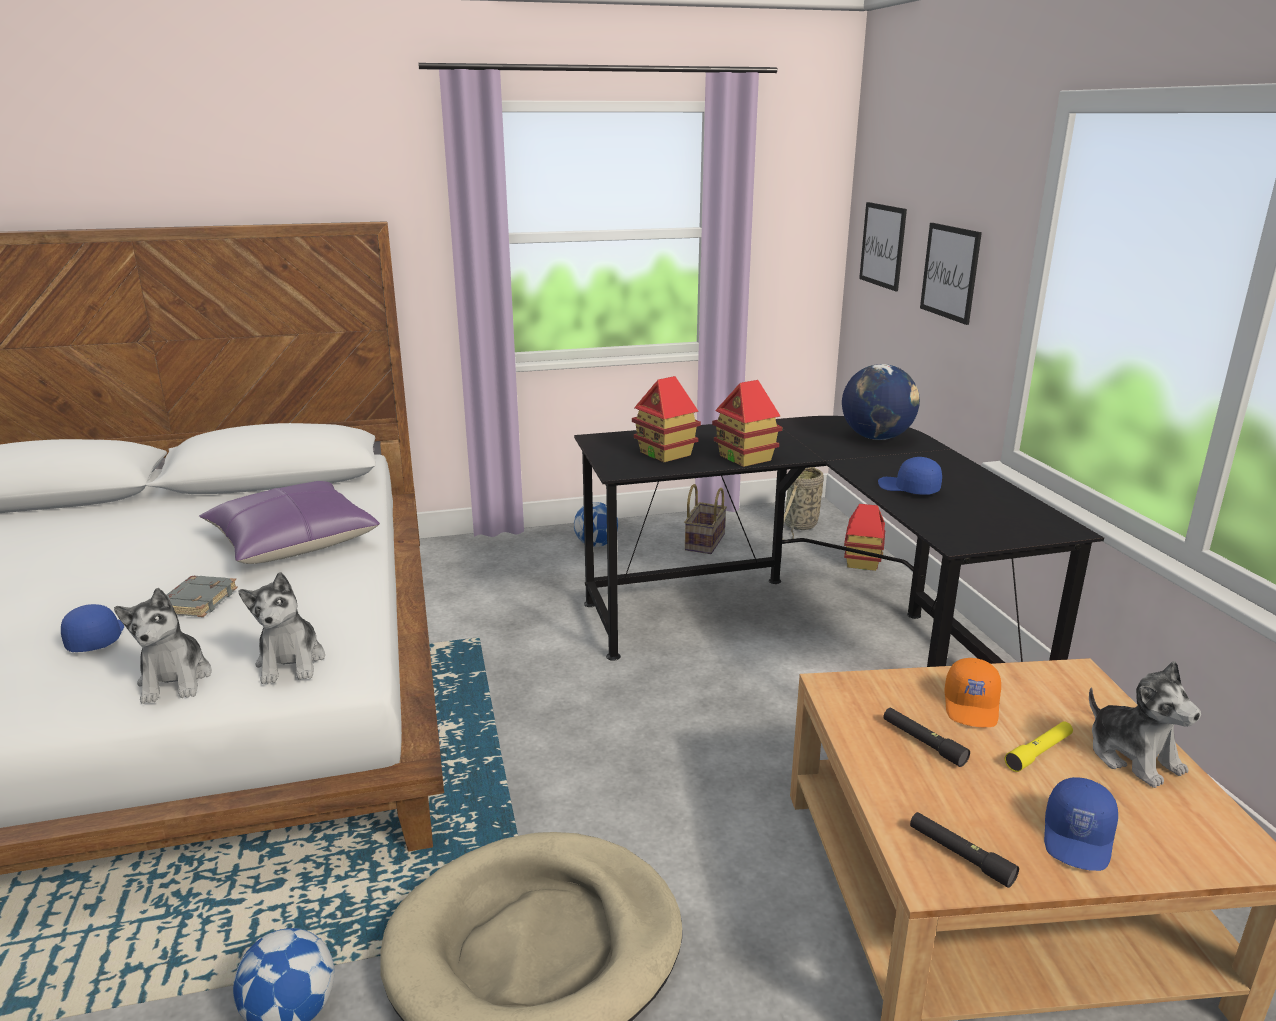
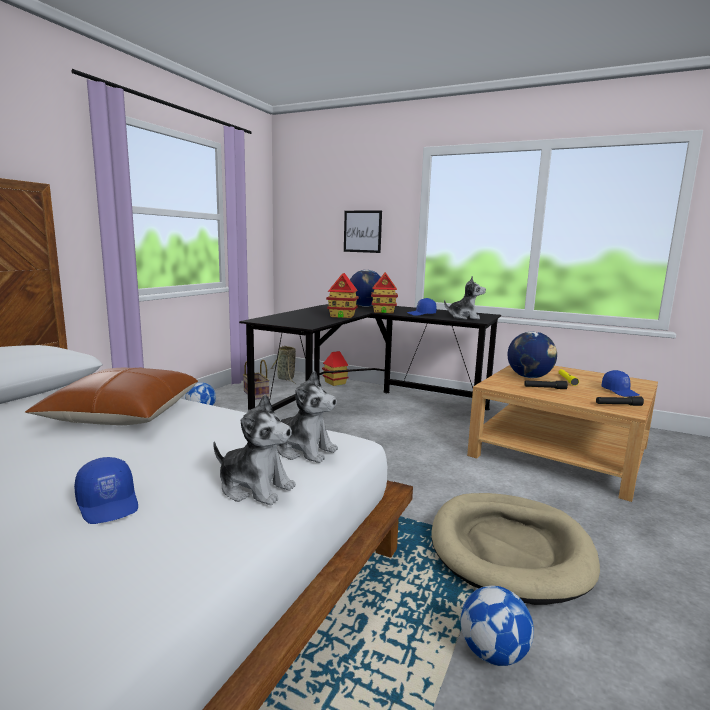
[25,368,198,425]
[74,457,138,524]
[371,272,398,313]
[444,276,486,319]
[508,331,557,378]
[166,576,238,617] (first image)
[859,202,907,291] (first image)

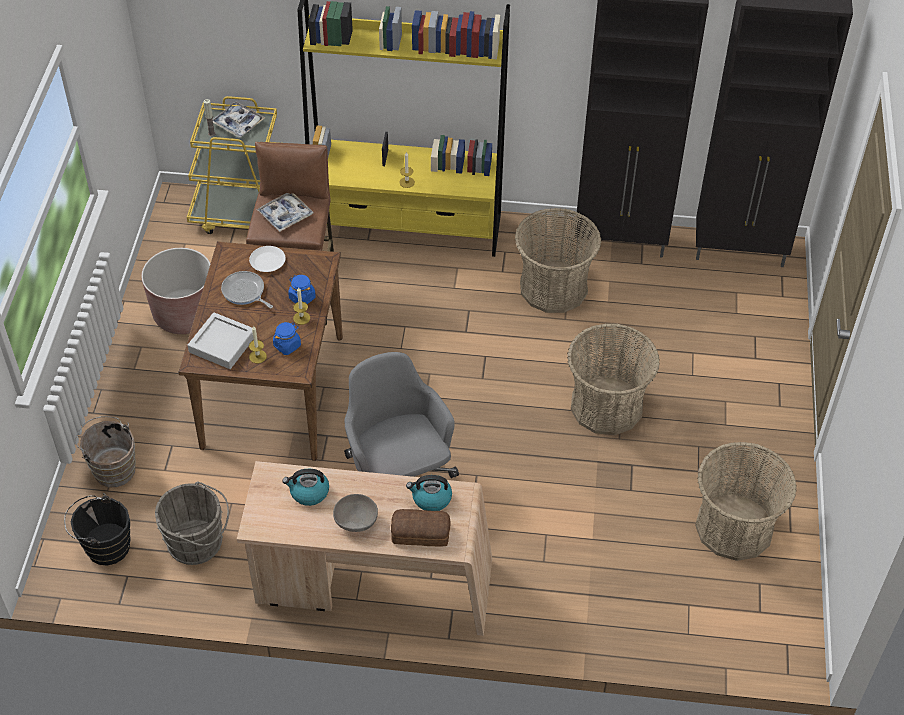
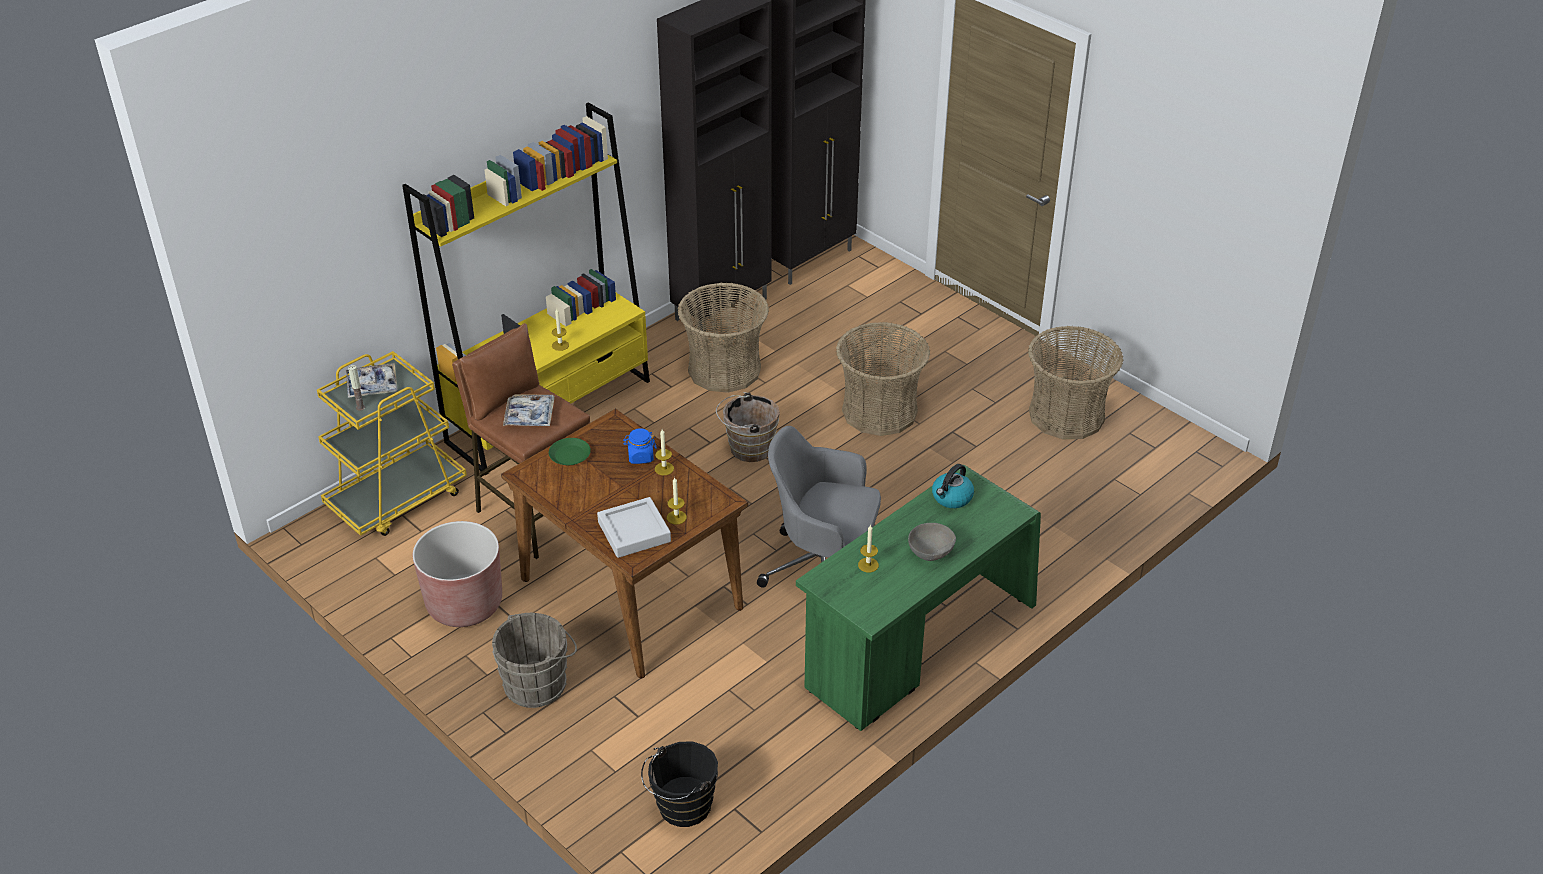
[492,613,577,708]
[549,438,591,465]
[716,392,780,462]
[796,465,1041,731]
[858,524,879,573]
[221,271,273,308] (first image)
[273,322,301,355] (first image)
[391,509,451,546] (first image)

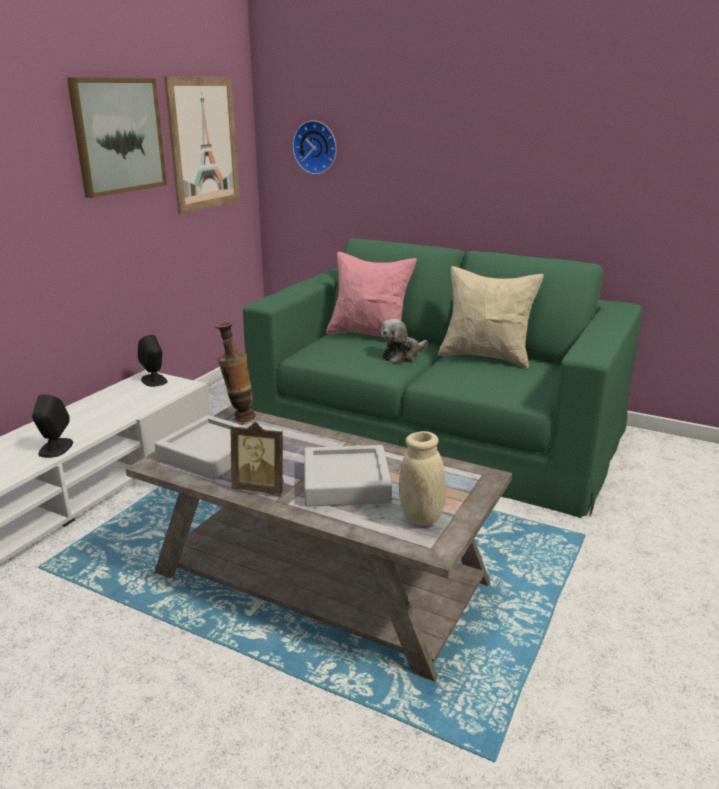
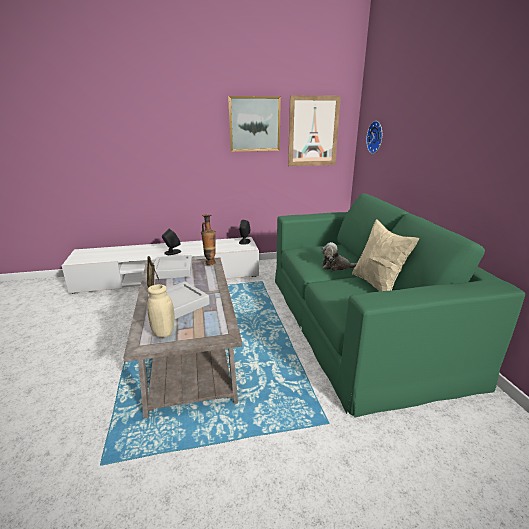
[326,251,417,337] (first image)

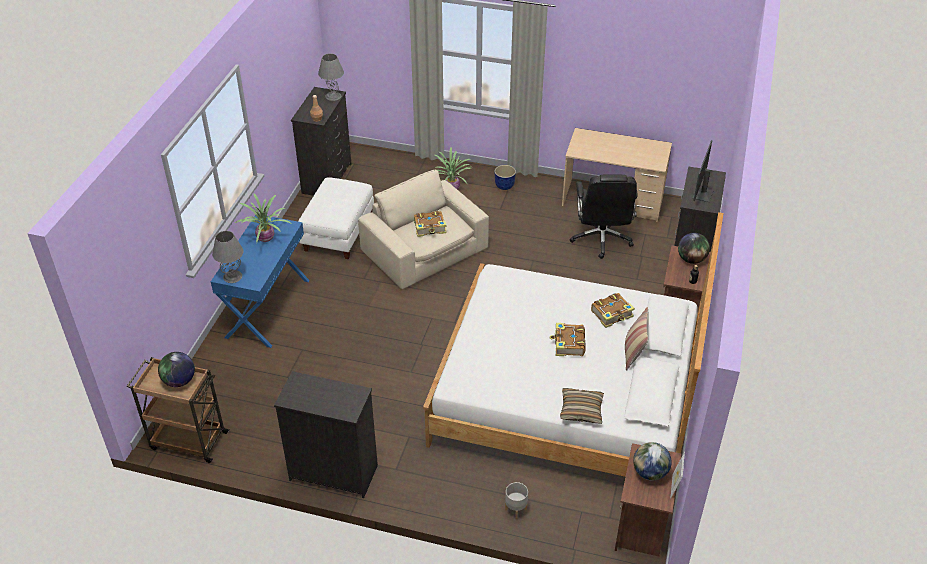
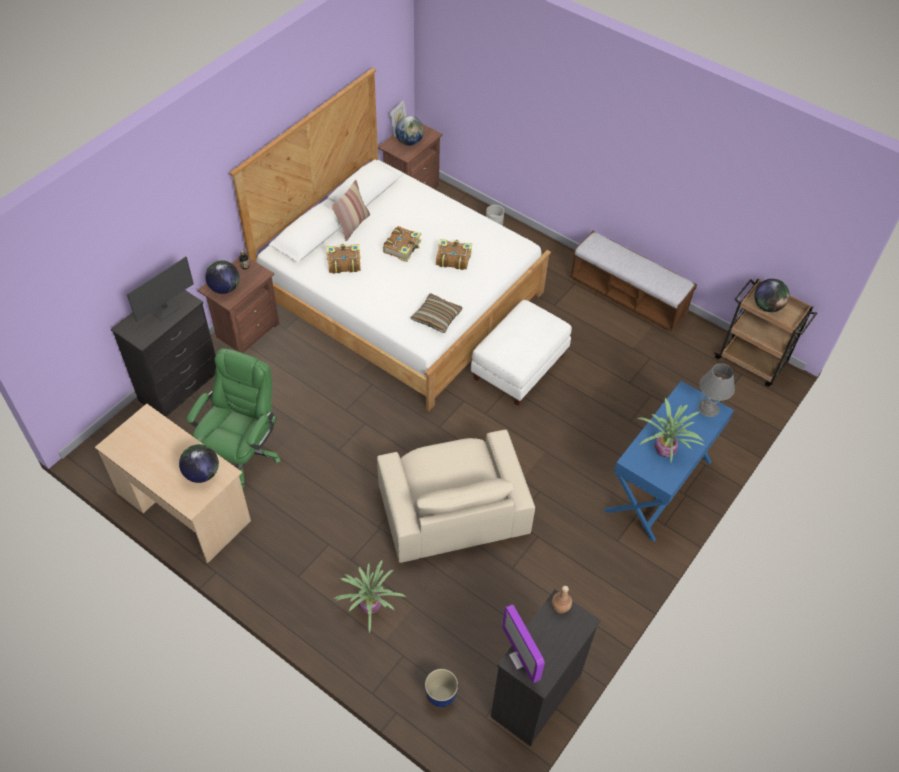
[179,444,219,483]
[186,348,281,489]
[411,293,463,333]
[425,669,458,707]
[436,239,472,270]
[471,300,572,405]
[502,604,545,683]
[570,231,697,331]

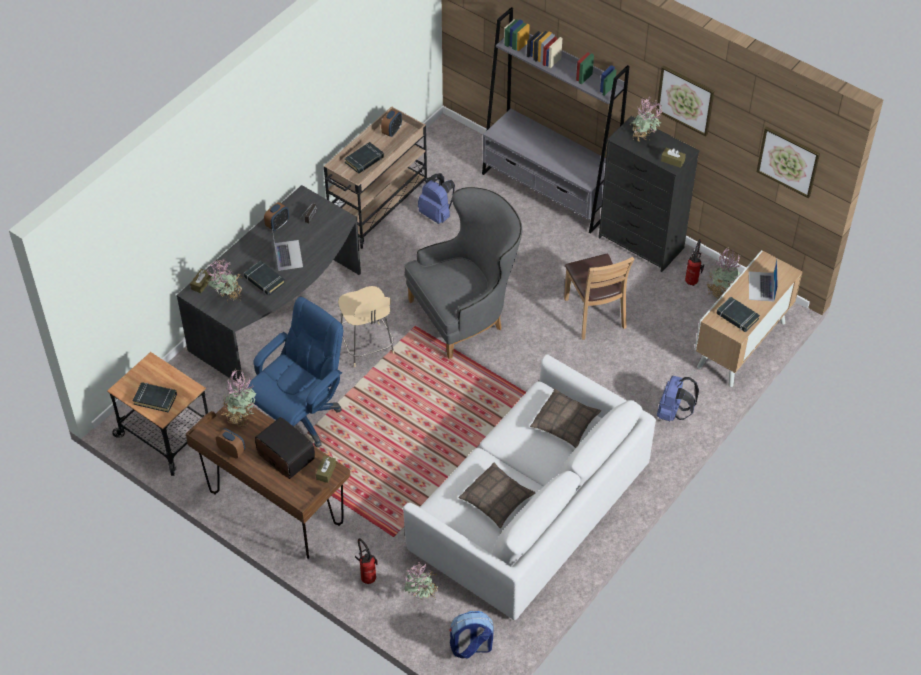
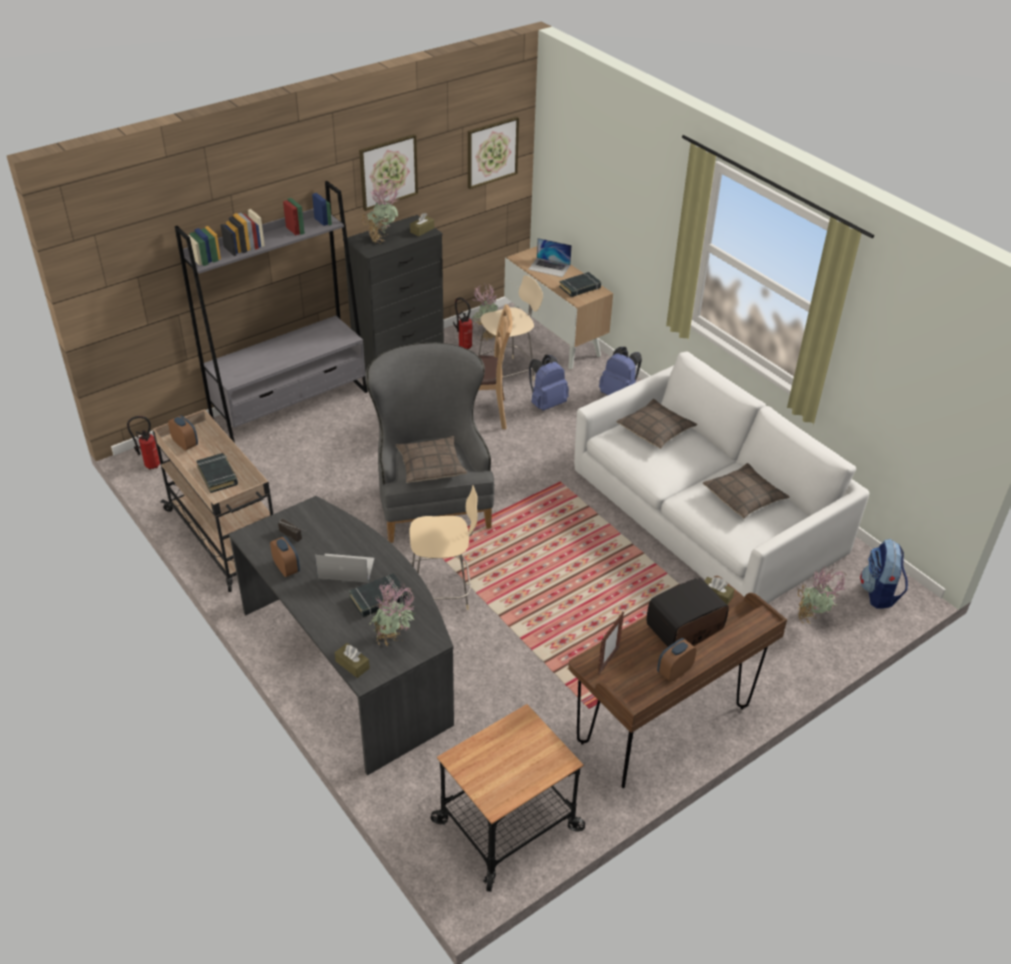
[127,416,160,470]
[396,436,467,483]
[478,275,543,381]
[529,354,569,411]
[598,612,624,675]
[133,382,177,413] (first image)
[247,297,343,448] (first image)

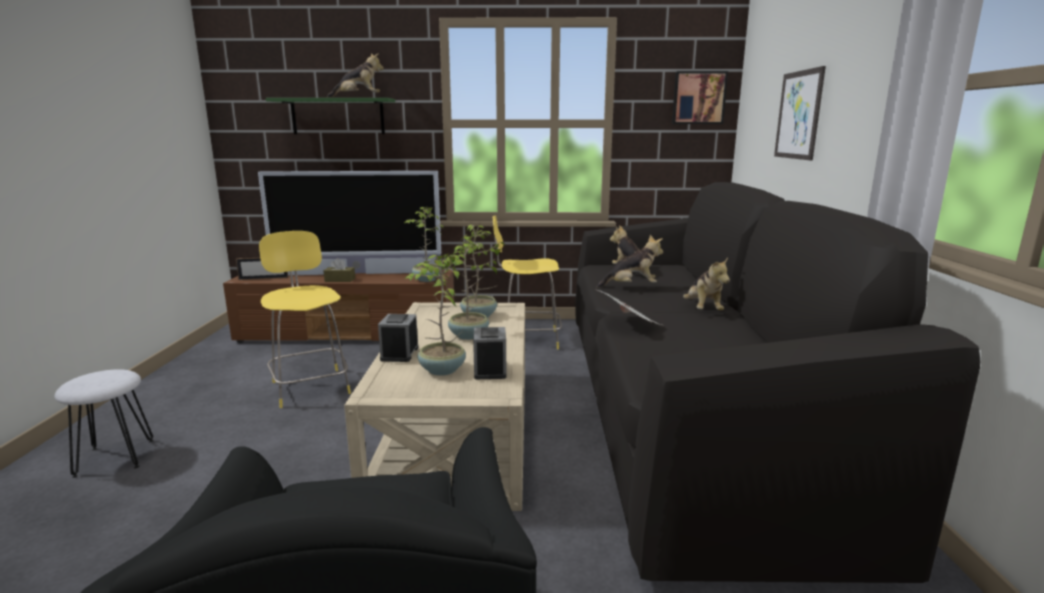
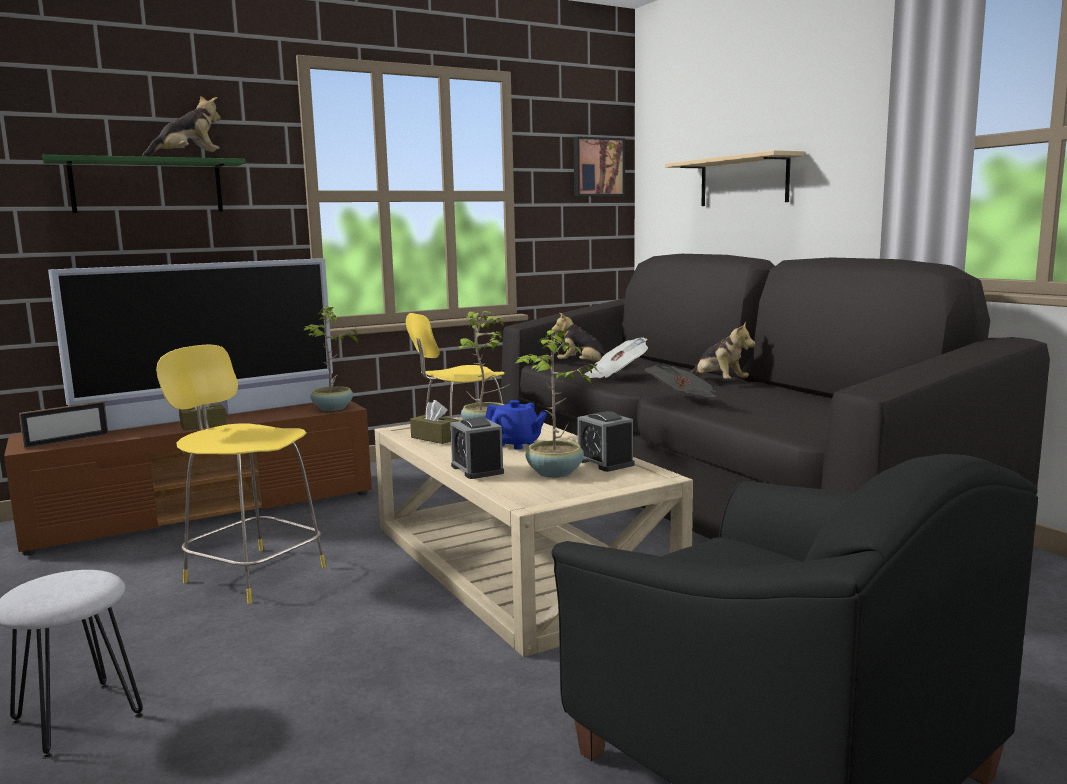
[410,400,459,444]
[485,400,547,450]
[584,338,648,378]
[665,150,804,206]

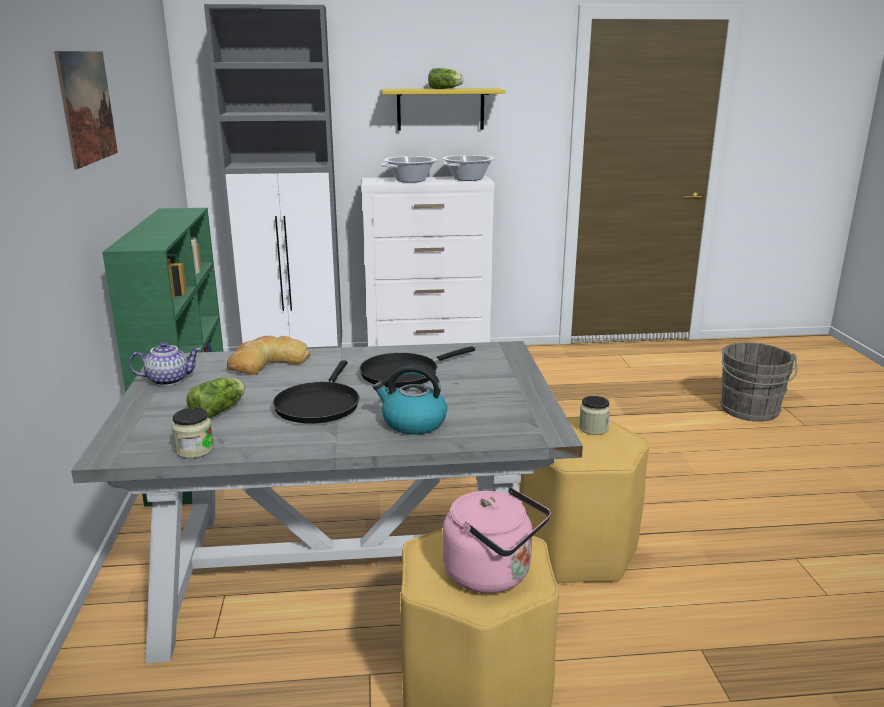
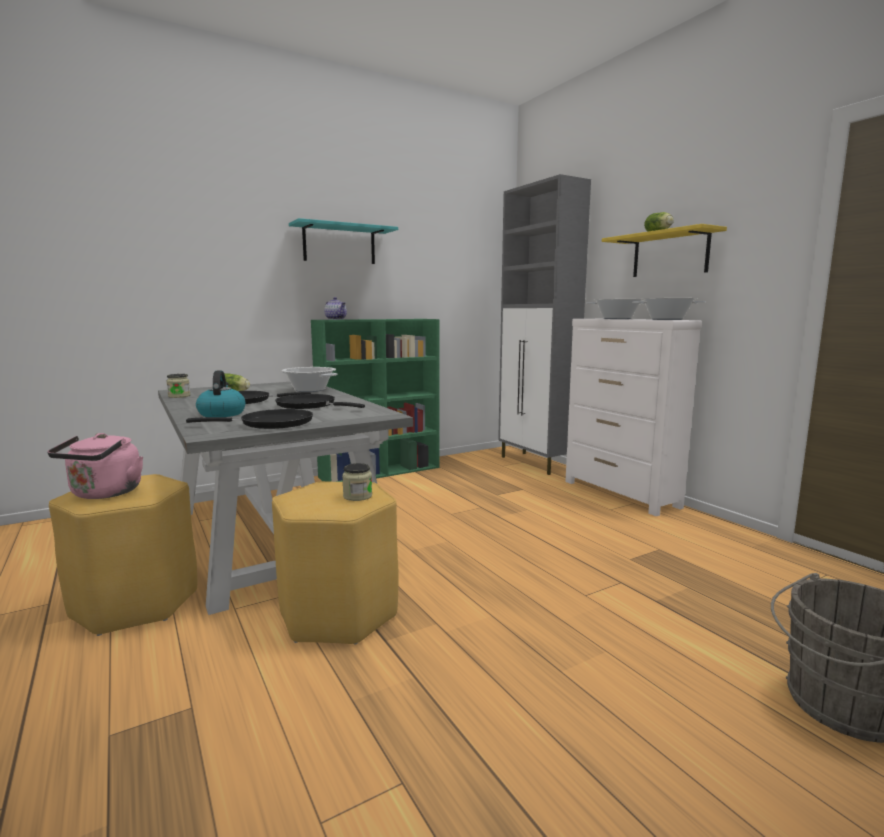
[186,409,313,429]
[282,367,338,392]
[289,218,398,264]
[324,297,347,320]

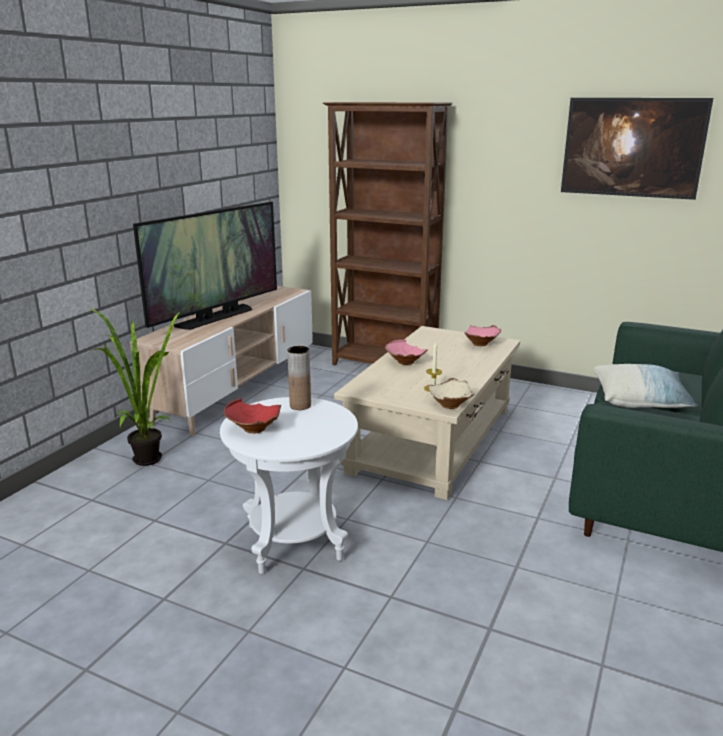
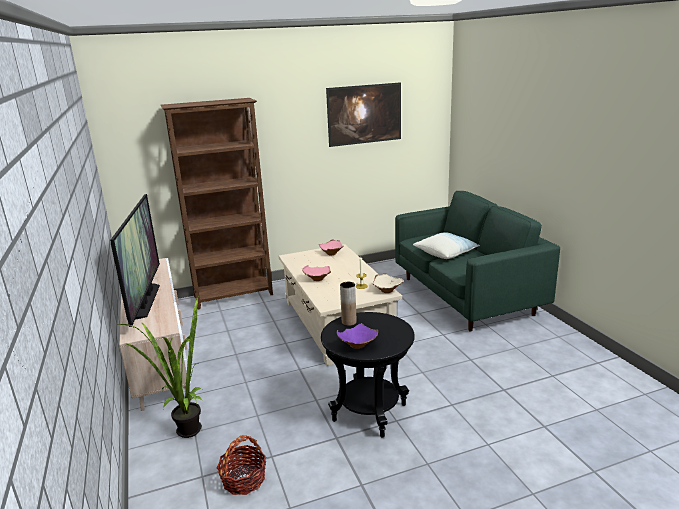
[216,435,266,495]
[321,312,415,438]
[337,323,378,349]

